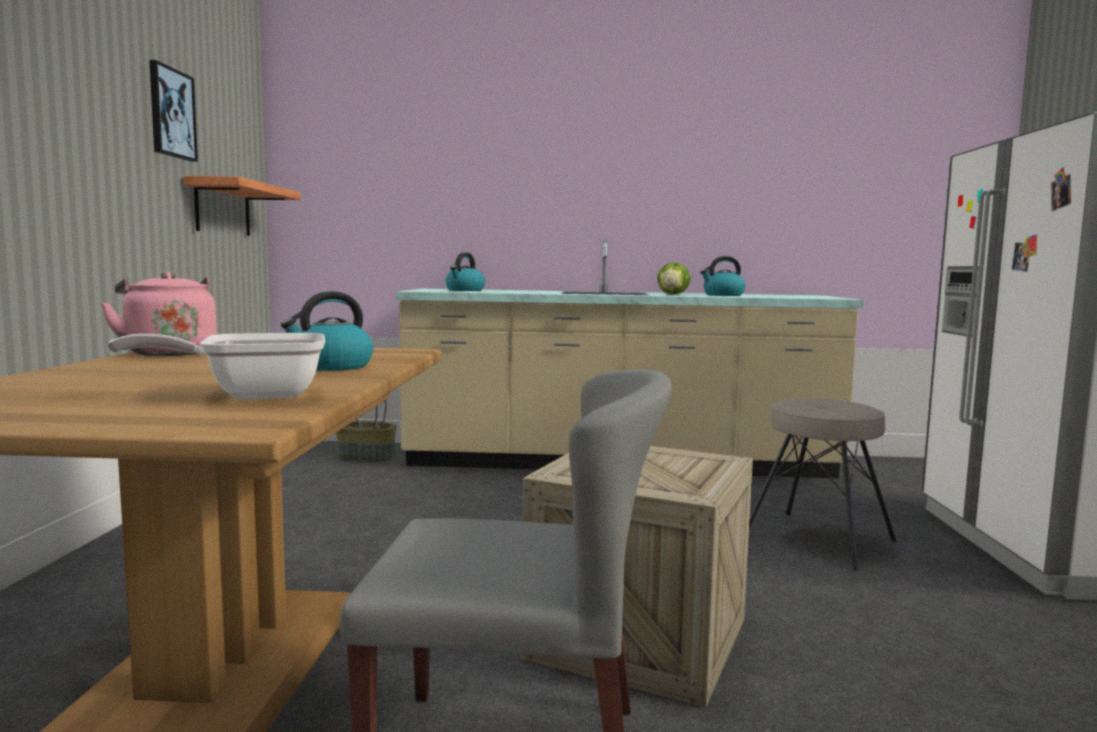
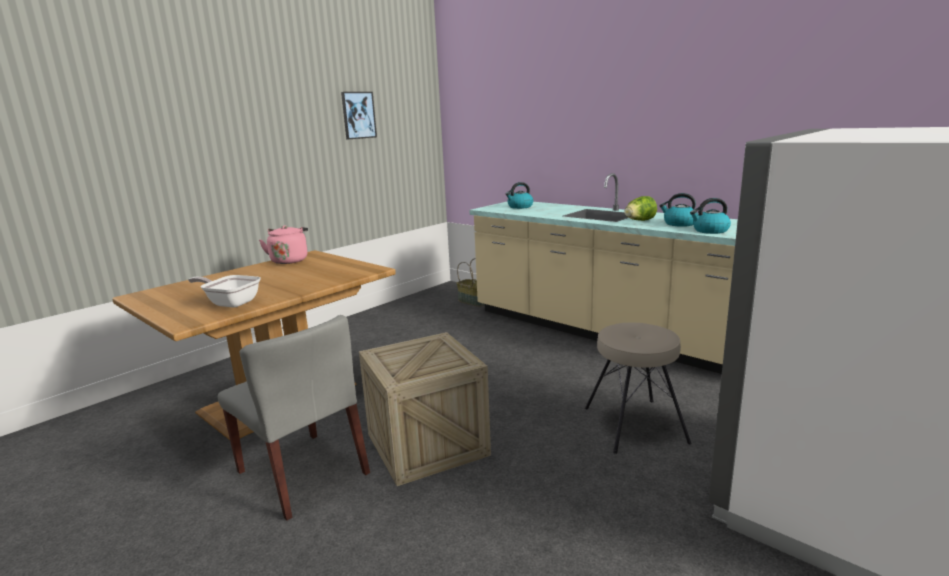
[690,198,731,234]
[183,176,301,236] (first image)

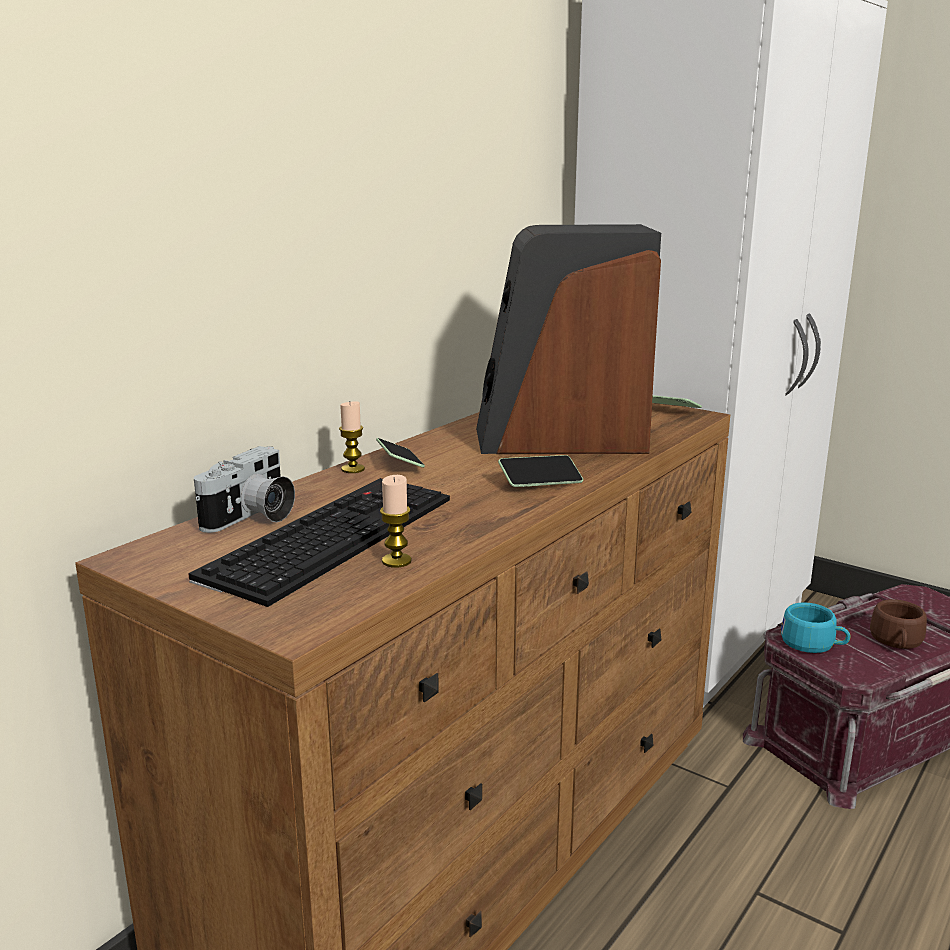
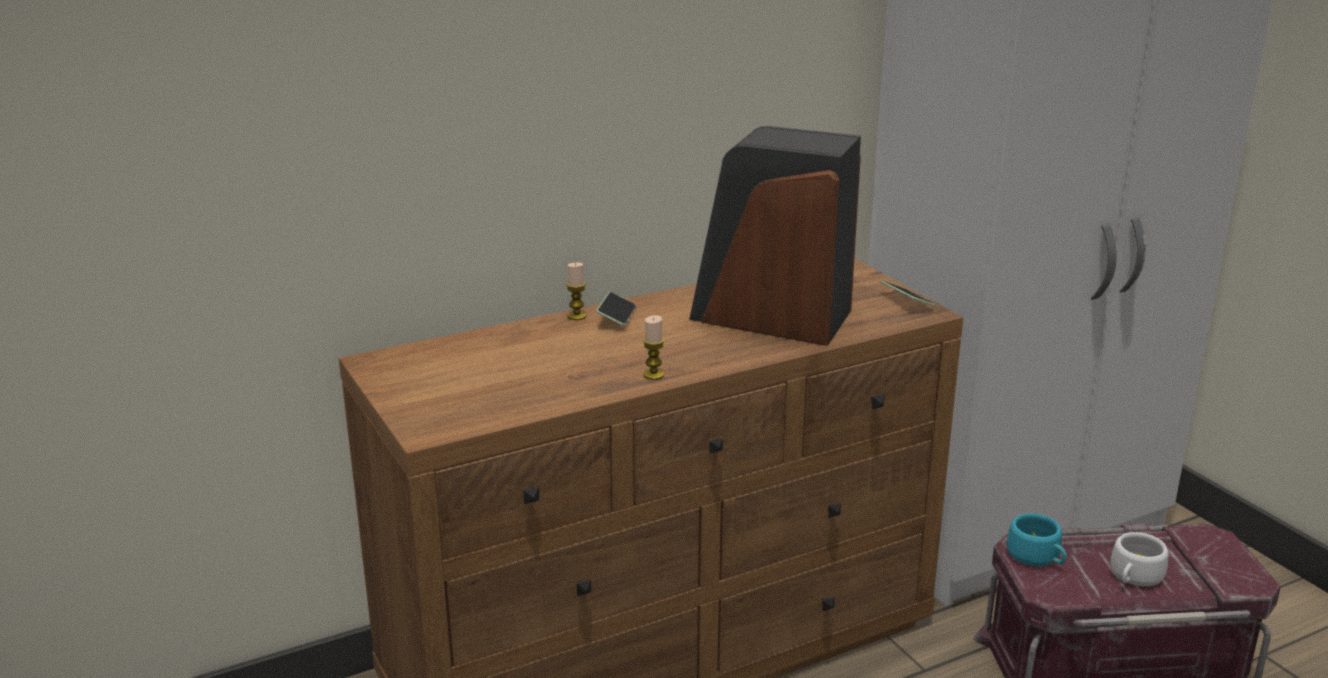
[643,315,664,380]
[1110,532,1168,586]
[188,478,450,607] (first image)
[194,446,295,533] (first image)
[498,455,583,487] (first image)

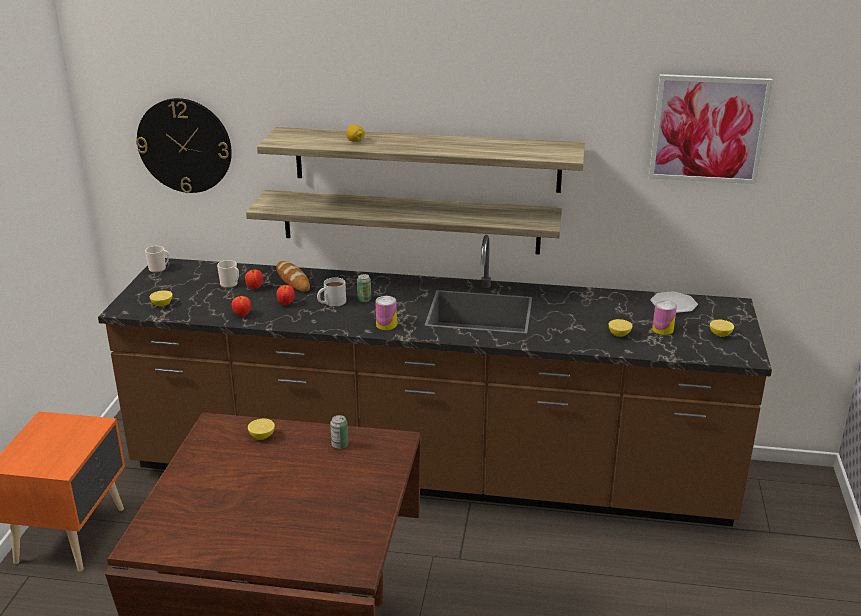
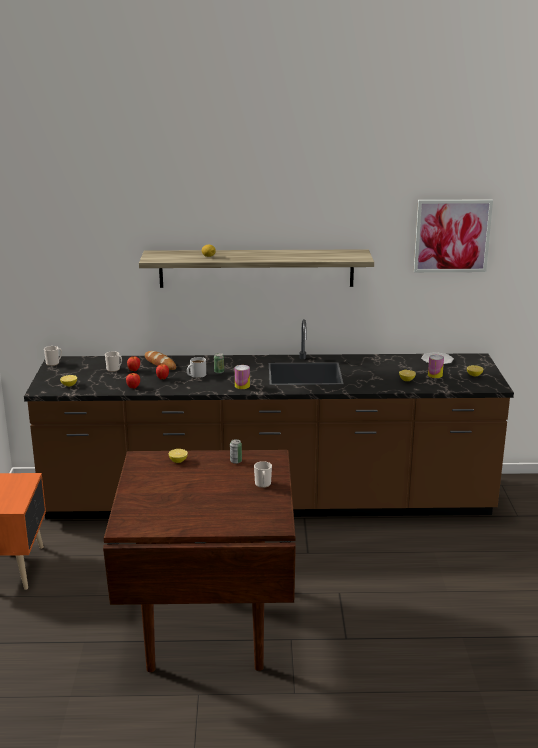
[254,461,272,488]
[136,98,232,193] (first image)
[246,190,562,255] (first image)

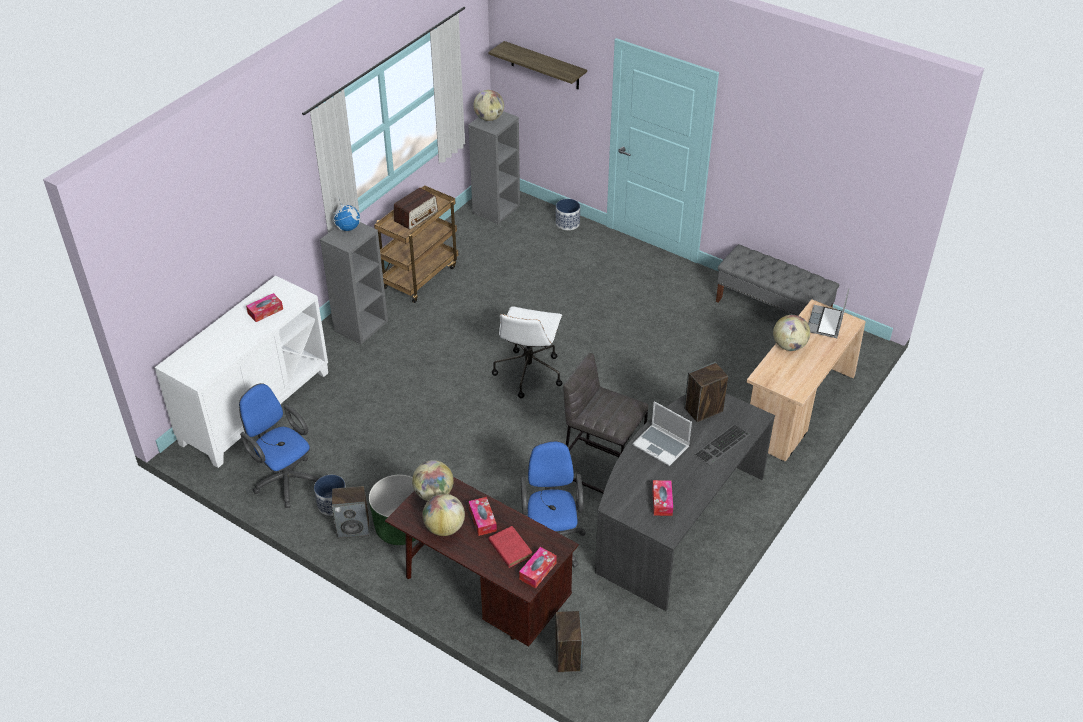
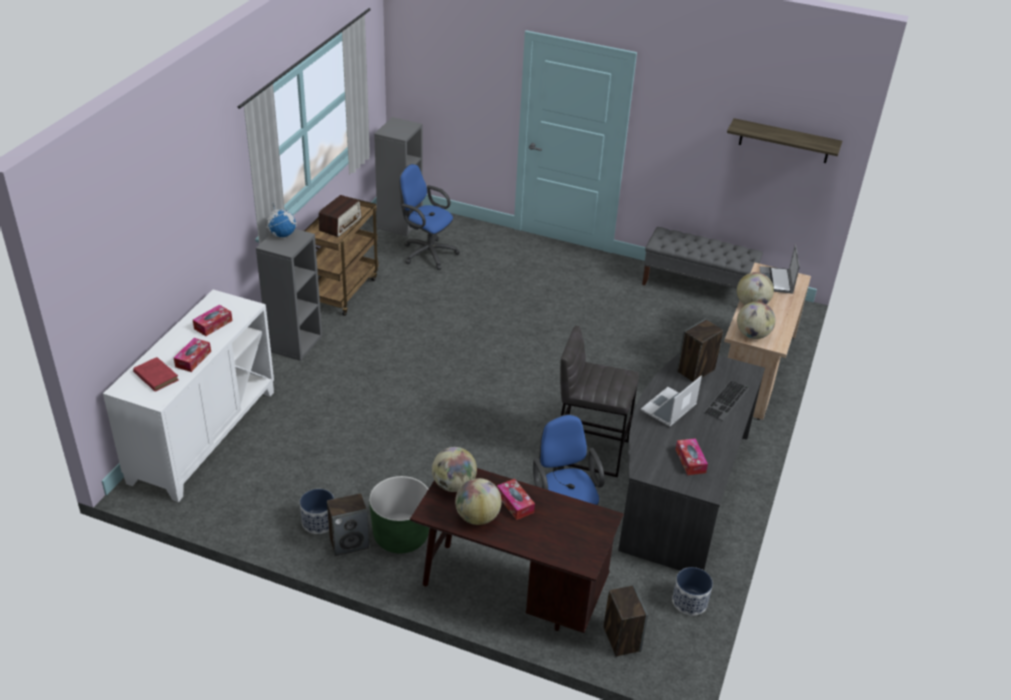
[133,357,179,392]
[174,338,211,372]
[399,164,460,270]
[641,376,702,427]
[672,567,713,616]
[727,118,842,163]
[737,302,775,339]
[492,306,562,398] (first image)

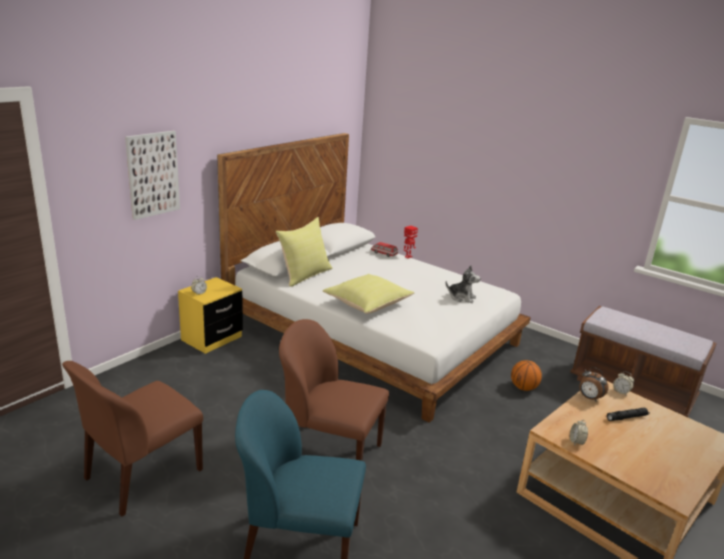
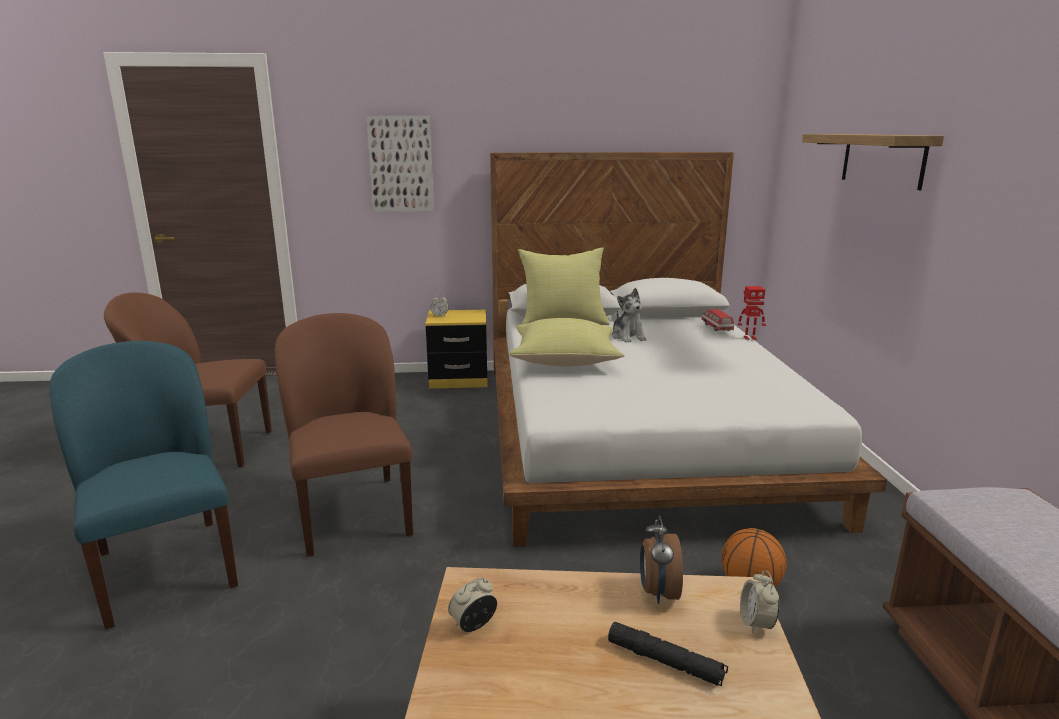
[611,288,646,343]
[802,134,944,190]

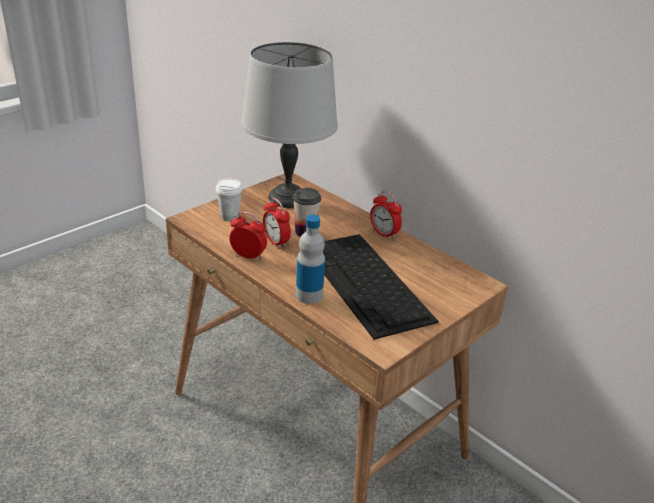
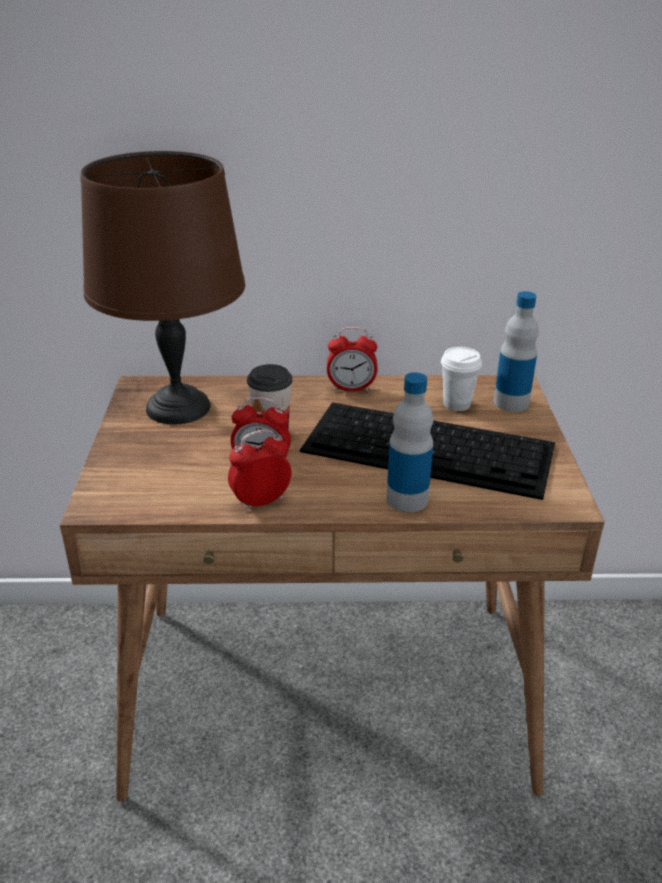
[80,151,245,424]
[441,347,482,411]
[494,291,539,412]

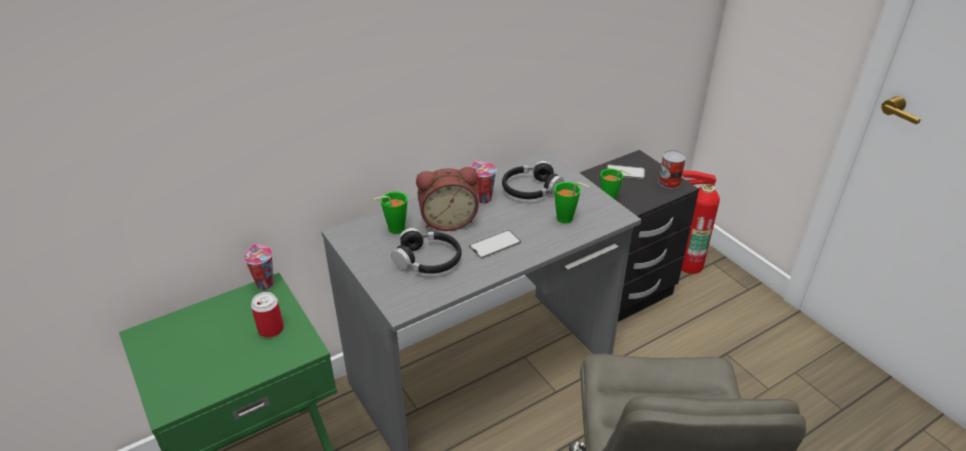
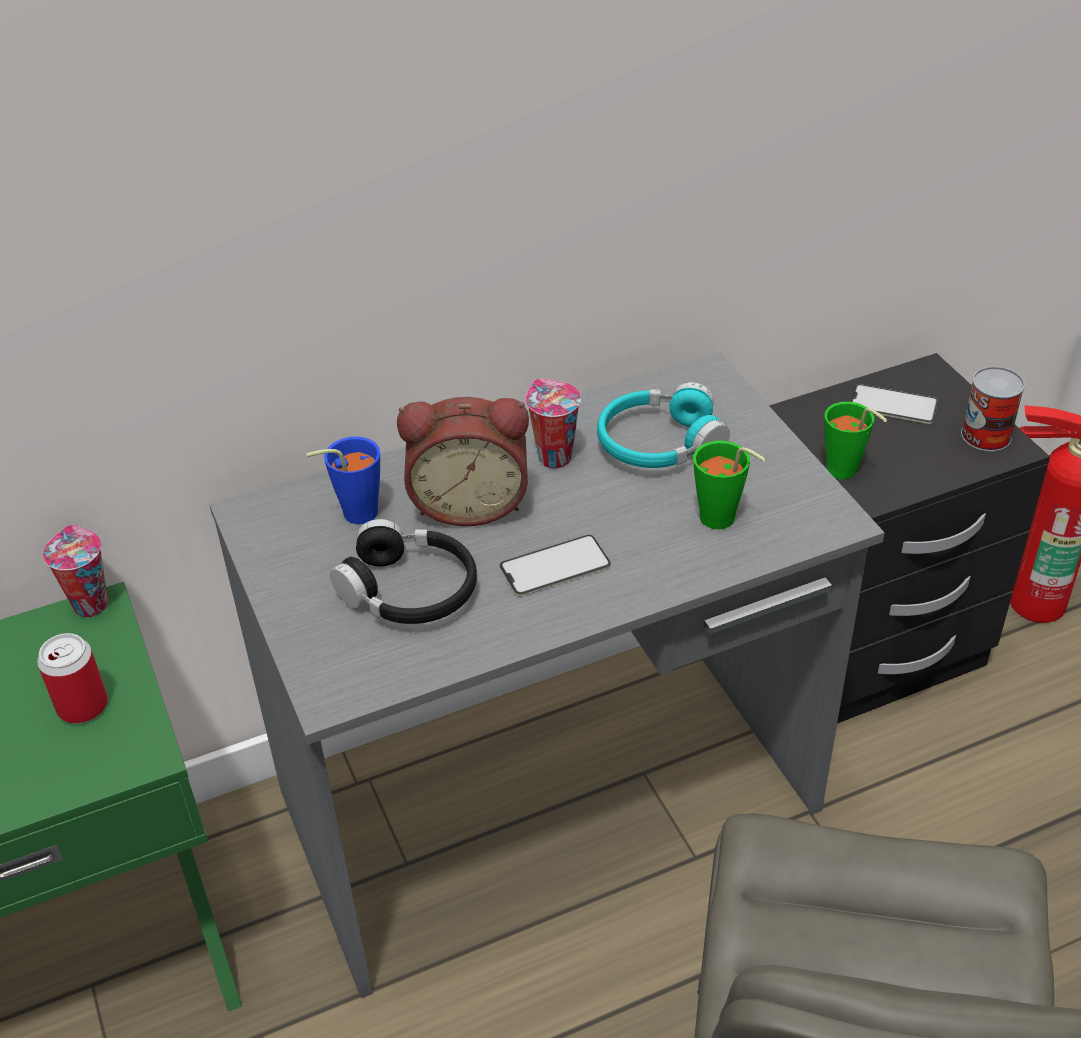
[306,437,380,524]
[597,382,730,468]

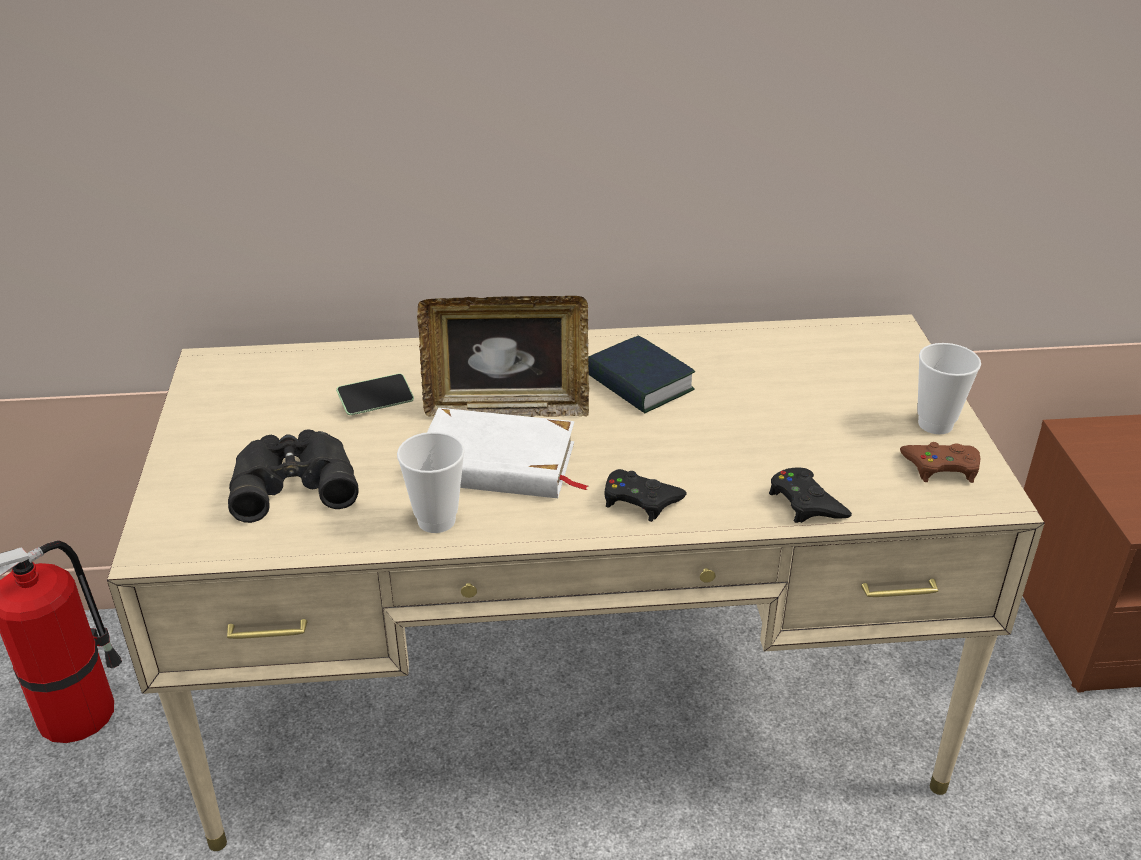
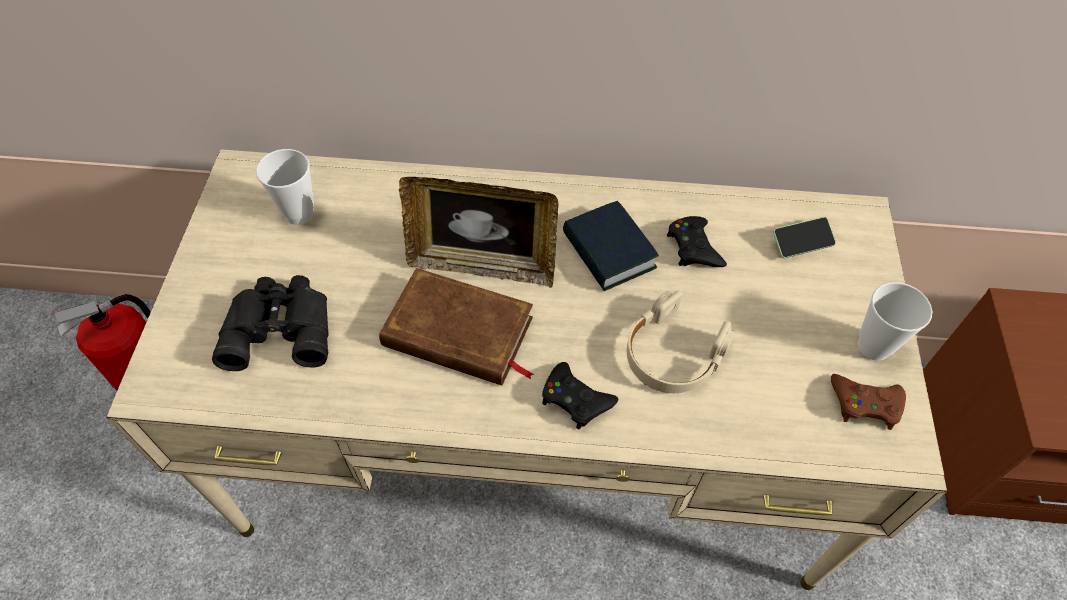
[256,149,314,225]
[379,268,534,385]
[627,290,735,393]
[667,216,727,267]
[773,217,836,258]

